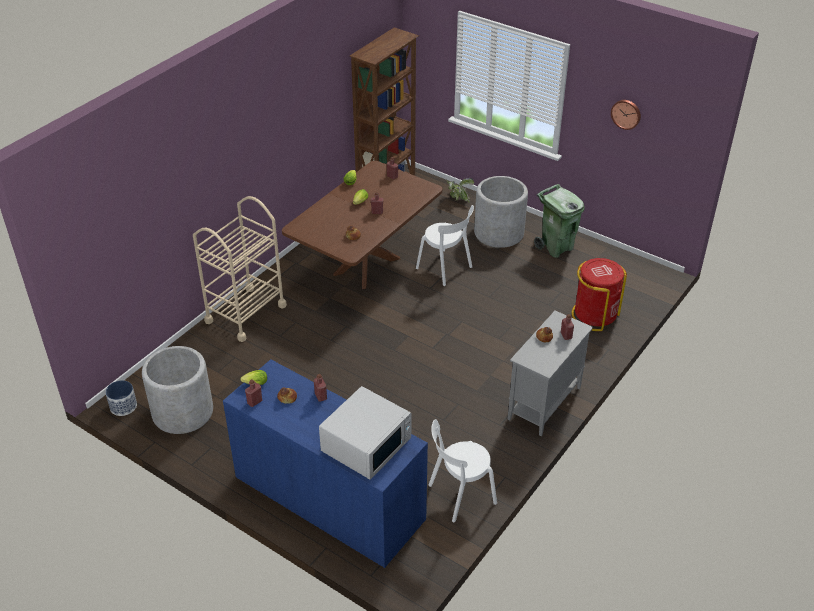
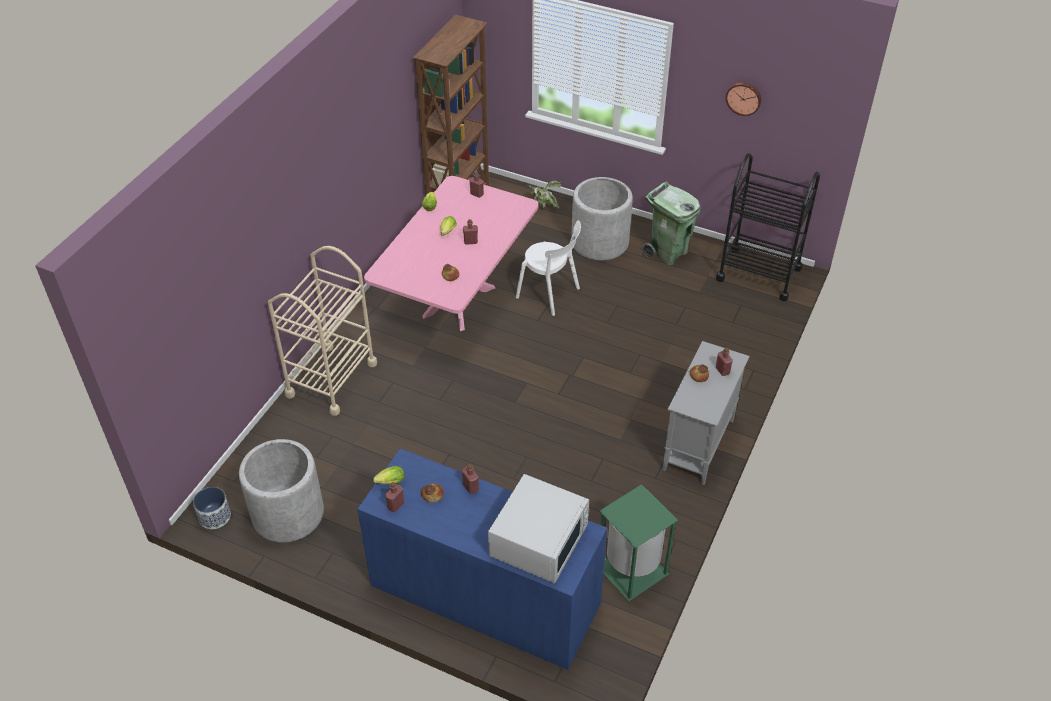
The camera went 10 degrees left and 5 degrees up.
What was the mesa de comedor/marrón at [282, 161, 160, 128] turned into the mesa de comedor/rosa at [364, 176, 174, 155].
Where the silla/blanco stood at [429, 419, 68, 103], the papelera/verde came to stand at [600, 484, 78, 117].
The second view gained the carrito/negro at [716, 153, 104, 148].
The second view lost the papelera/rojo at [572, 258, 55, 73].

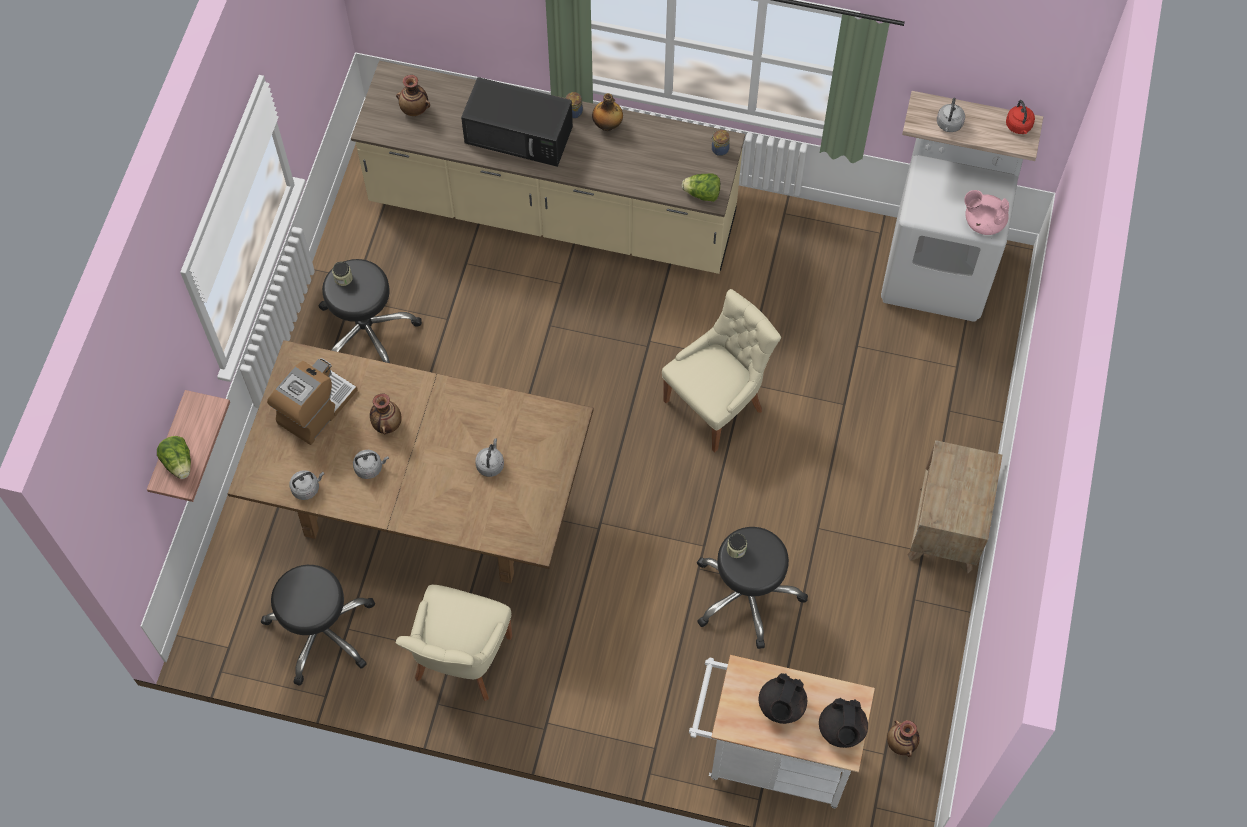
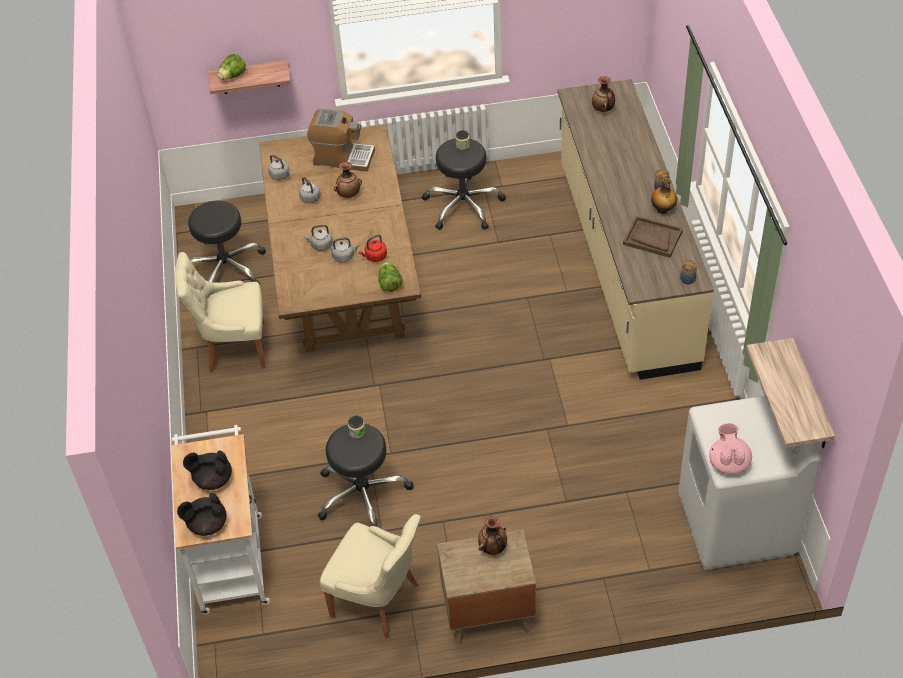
The camera went 70 degrees right and 15 degrees down.
The hervidor/gris ended up elsewhere, having gone from [937, 98, 28, 34] to [303, 225, 30, 26].
The silla/beis ended up elsewhere, having gone from [662, 289, 119, 163] to [320, 514, 101, 124].
The hervidor/rojo ended up elsewhere, having gone from [1006, 100, 29, 34] to [359, 235, 28, 27].
The lechuga ended up elsewhere, having gone from [682, 173, 38, 29] to [378, 262, 24, 30].
The florero ended up elsewhere, having gone from [887, 720, 32, 37] to [478, 515, 29, 40].
The second view gained the bandeja/marrón at [623, 216, 60, 42].
The second view lost the microondas/negro at [461, 77, 112, 90].

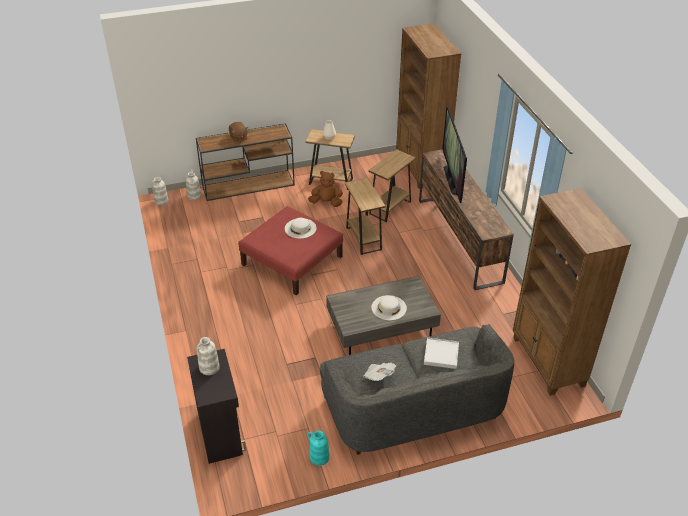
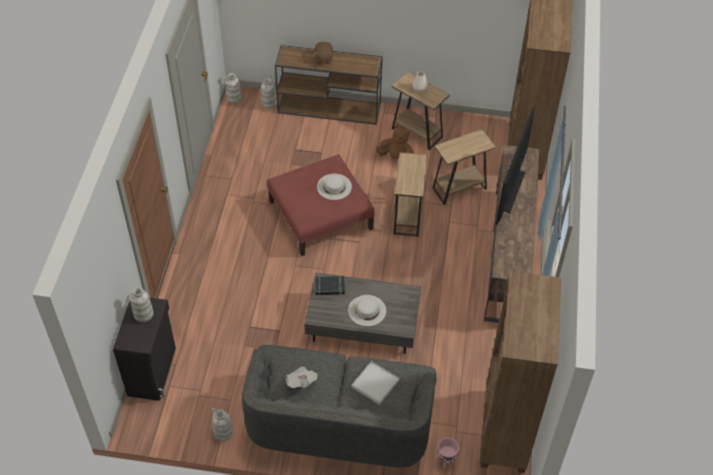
The camera went 25 degrees right and 10 degrees up.
What was the florero/turquesa at [307, 430, 22, 36] turned into the florero/blanco at [211, 408, 22, 33].
The second view gained the libro/negro at [315, 276, 30, 19].
The second view gained the maceta/rosa at [438, 438, 21, 31].

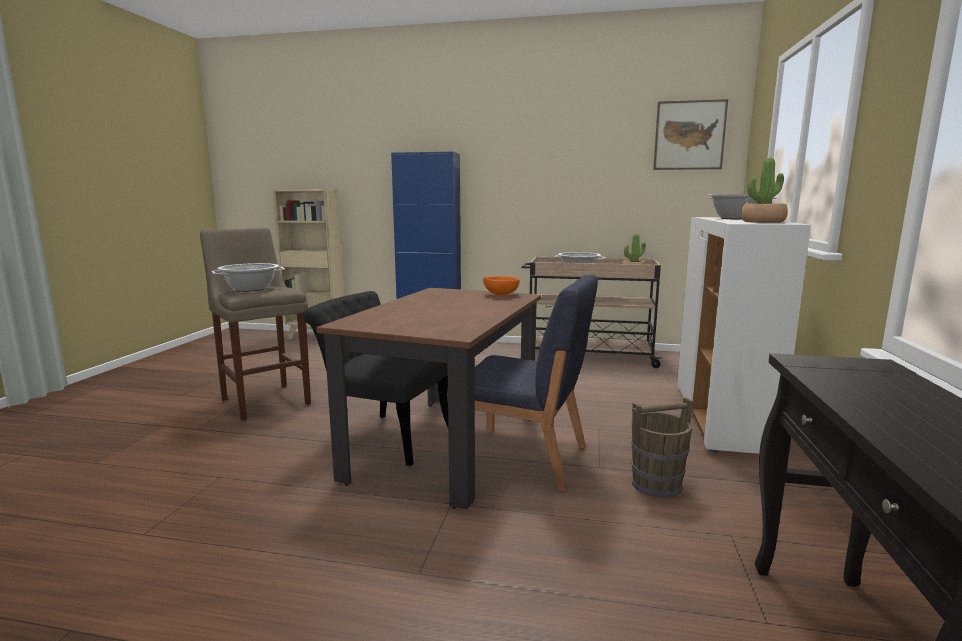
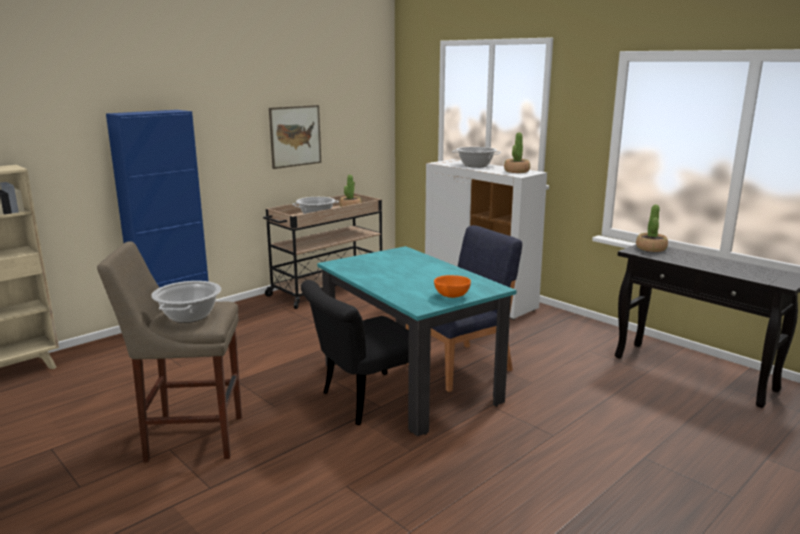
The camera went 55 degrees left and 5 degrees up.
The cuadro ended up elsewhere, having gone from [653, 99, 75, 71] to [269, 105, 52, 64].
What was the mesa de comedor/marrón at [316, 288, 225, 221] turned into the mesa de comedor/turquesa at [317, 246, 200, 191].
The cuenco/naranja ended up elsewhere, having gone from [483, 276, 37, 19] to [434, 275, 37, 23].
The second view gained the planta en maceta at [636, 205, 32, 47].
The second view lost the cubo/marrón at [631, 397, 62, 101].

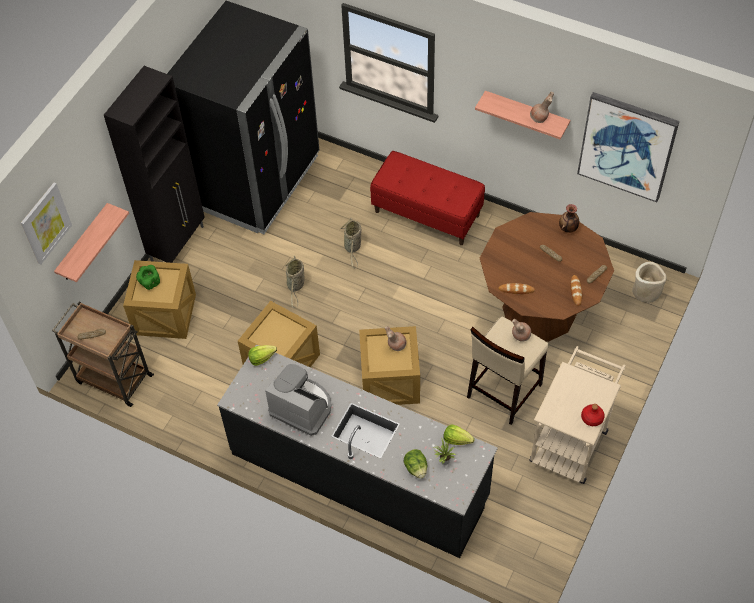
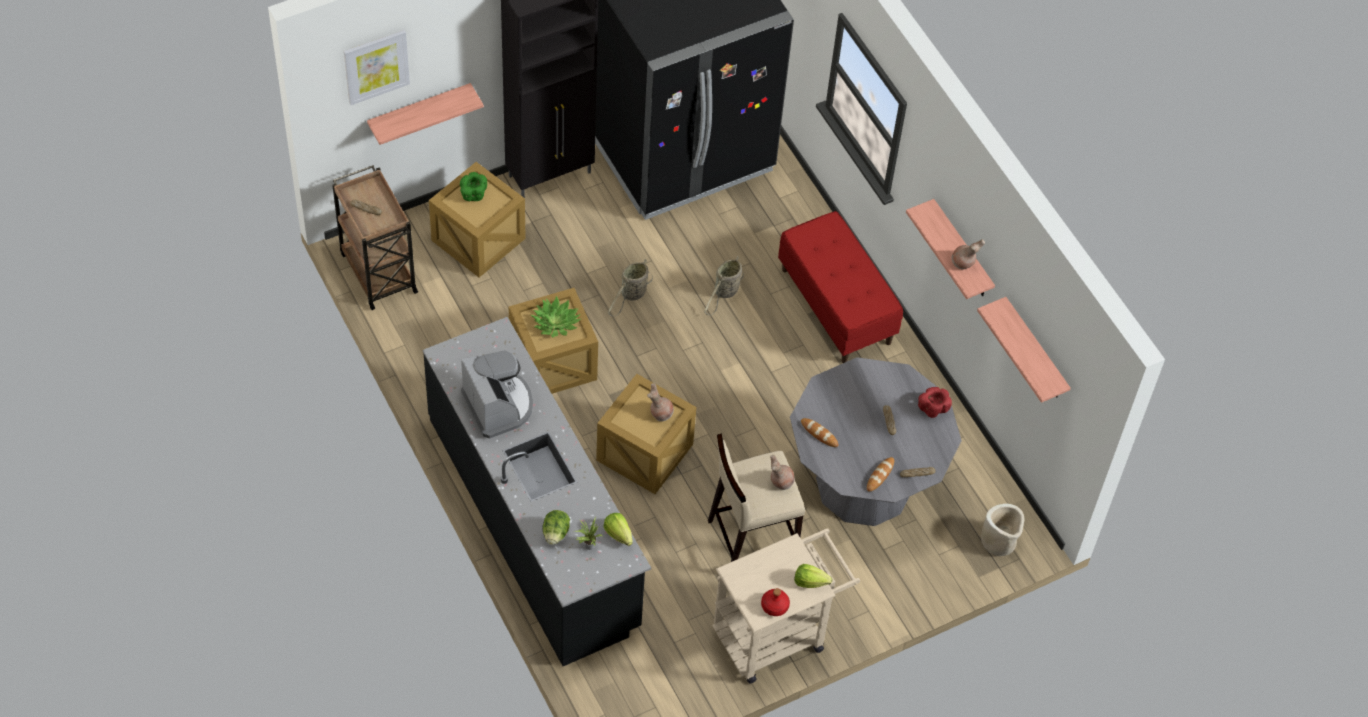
The camera went 30 degrees right and 0 degrees up.
The second view gained the planta en maceta at [531, 296, 50, 42].
What was the mesa de comedor/marrón at [480, 212, 134, 130] turned into the mesa de comedor/gris at [790, 357, 172, 169].
The lechuga ended up elsewhere, having gone from [248, 345, 29, 21] to [794, 564, 38, 24].
Where the florero stood at [559, 204, 20, 29], the cuenco/rojo came to stand at [918, 387, 34, 31].
Where the cuadro hung at [577, 92, 102, 110], the estante came to hang at [977, 297, 94, 106].

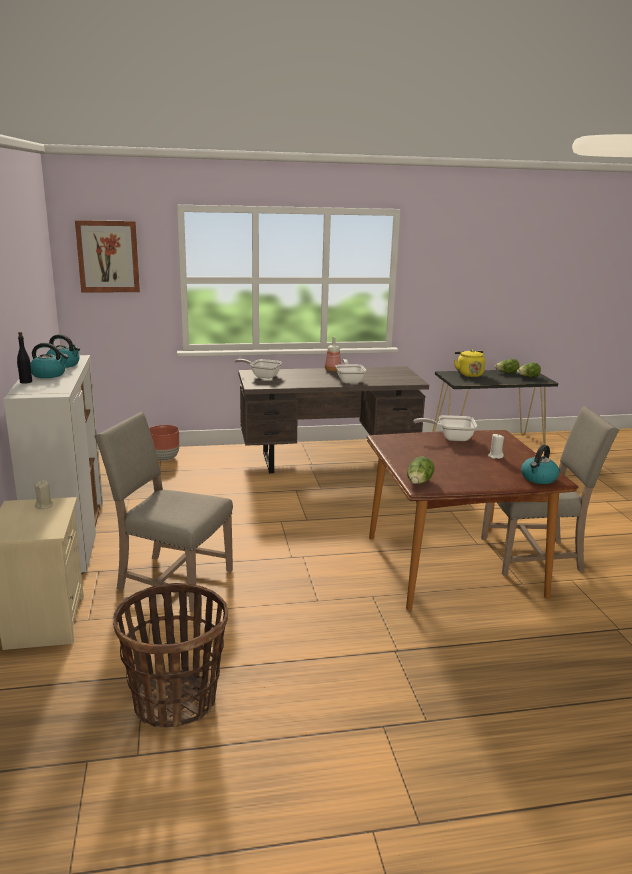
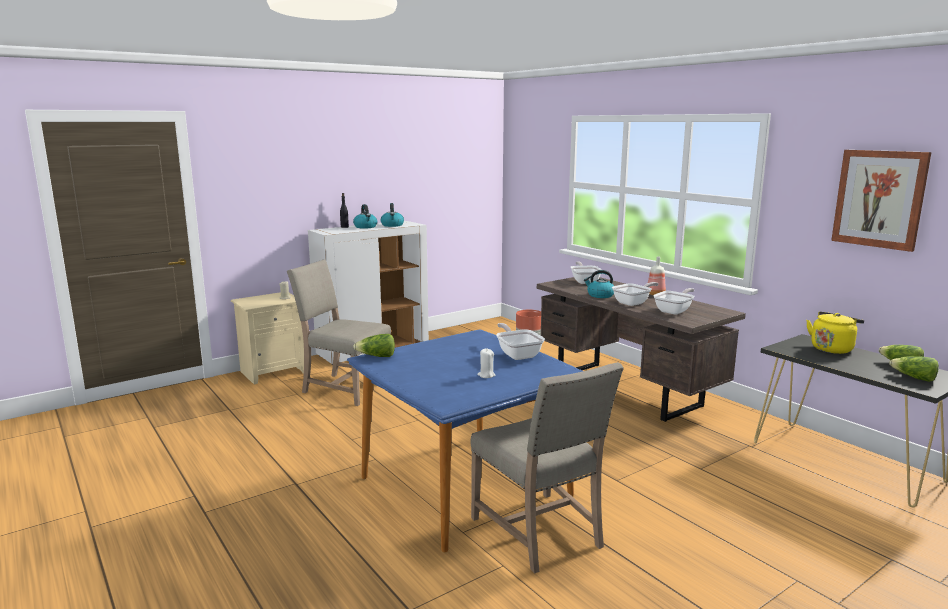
The camera went 65 degrees right and 5 degrees down.
The silla/beis at [94, 412, 139, 201] ended up facing another way, 60 degrees counterclockwise from before.
What was the mesa de comedor/marrón at [367, 430, 212, 181] turned into the mesa de comedor/azul at [347, 329, 236, 223].
The hervidor ended up elsewhere, having gone from [521, 445, 39, 39] to [584, 270, 30, 28].
The second view gained the sartén at [653, 288, 42, 27].
The cuadro ended up elsewhere, having gone from [75, 220, 65, 72] to [831, 150, 101, 102].
The second view lost the cesta at [113, 583, 115, 145].

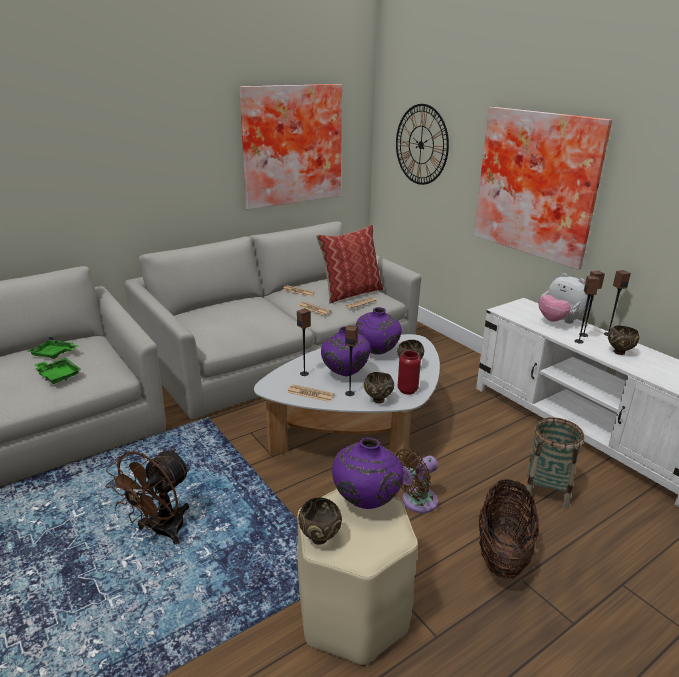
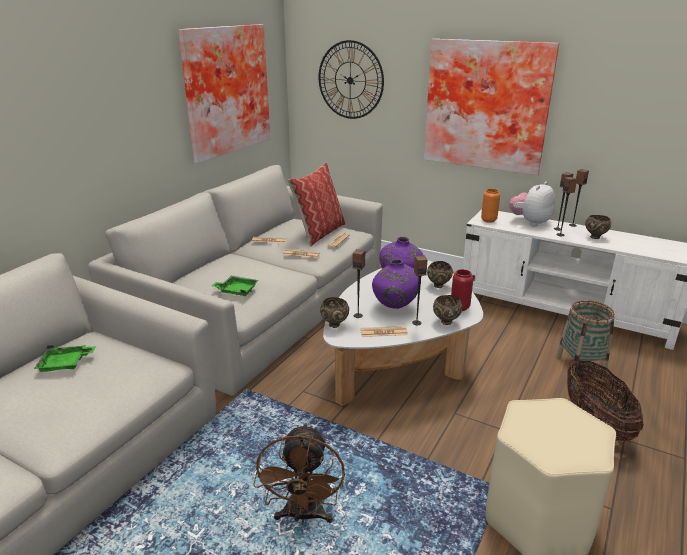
The camera went 25 degrees left and 0 degrees up.
The bandeja/verde ended up elsewhere, having gone from [35, 358, 46, 26] to [212, 276, 46, 20].
The cuenco/marrón ended up elsewhere, having gone from [298, 497, 44, 48] to [320, 297, 29, 31].
The second view gained the florero/naranja at [481, 188, 19, 35].
The peluche at [539, 273, 52, 51] ended up facing another way, 105 degrees clockwise from before.
The second view lost the florero/morado at [332, 437, 71, 72].
The second view lost the ventilador/marrón at [396, 449, 42, 64].

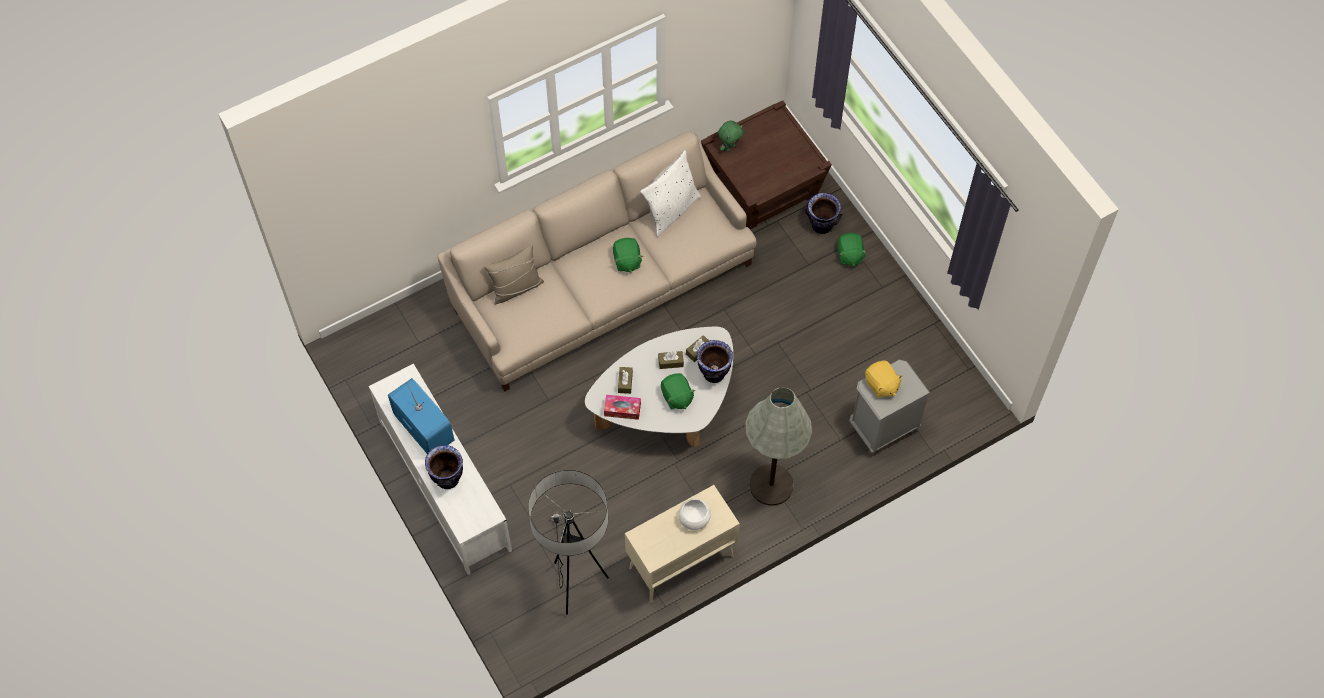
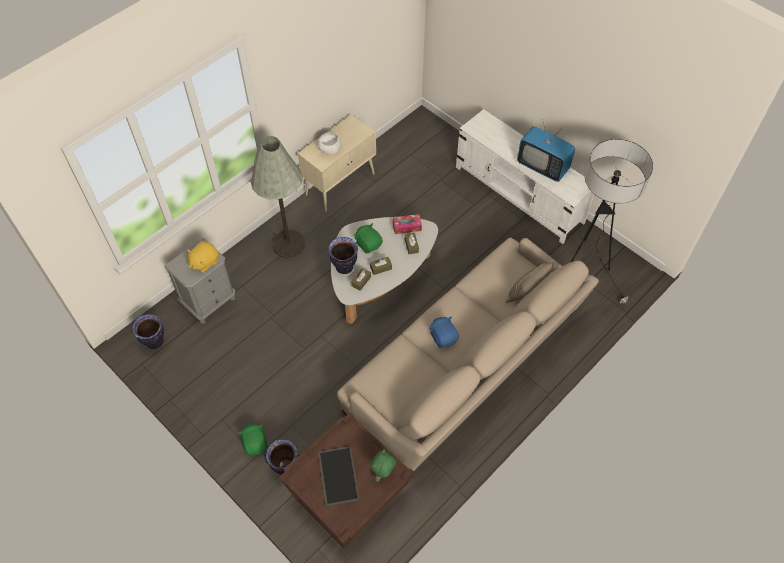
The camera went 165 degrees right and 5 degrees down.
The florero ended up elsewhere, having gone from [425, 445, 38, 44] to [132, 314, 32, 35].
The peluche/amarillo at [865, 360, 38, 38] ended up facing another way, 90 degrees counterclockwise from before.
The second view gained the bandeja at [318, 446, 42, 61].
What was the peluche/verde at [613, 238, 30, 35] turned into the peluche/azul at [429, 316, 30, 32].
The lámpara de pie ended up elsewhere, having gone from [528, 470, 81, 145] to [571, 139, 82, 165].
The second view lost the cojín/blanco at [640, 150, 61, 87].

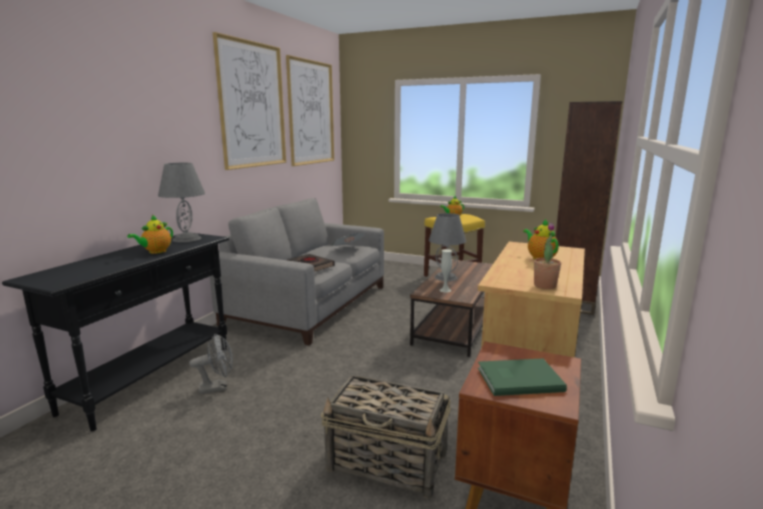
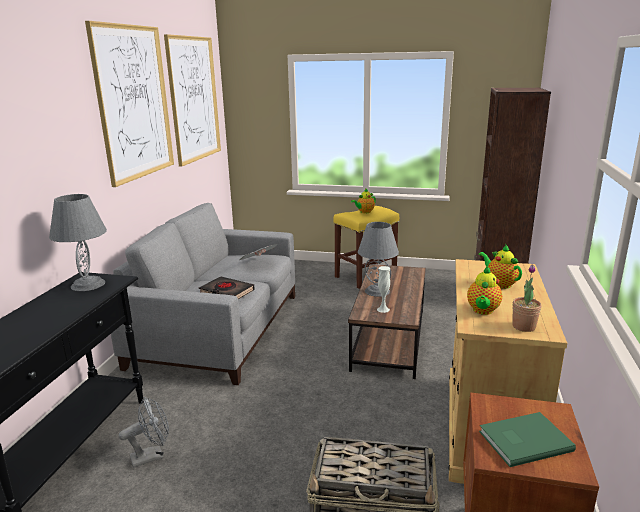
The camera went 10 degrees left and 5 degrees up.
The tetera ended up elsewhere, having gone from [127, 215, 46, 39] to [467, 266, 35, 49].

